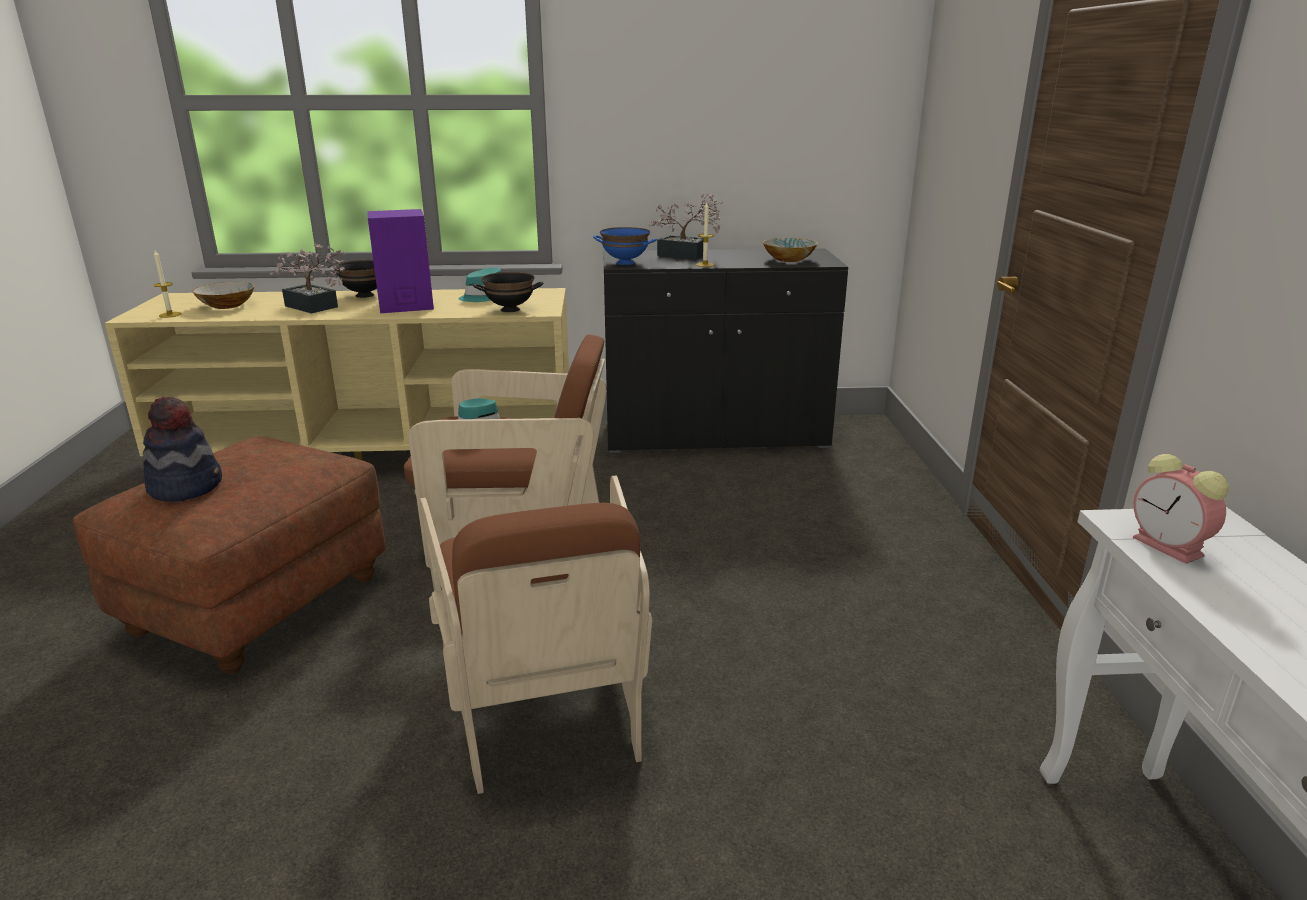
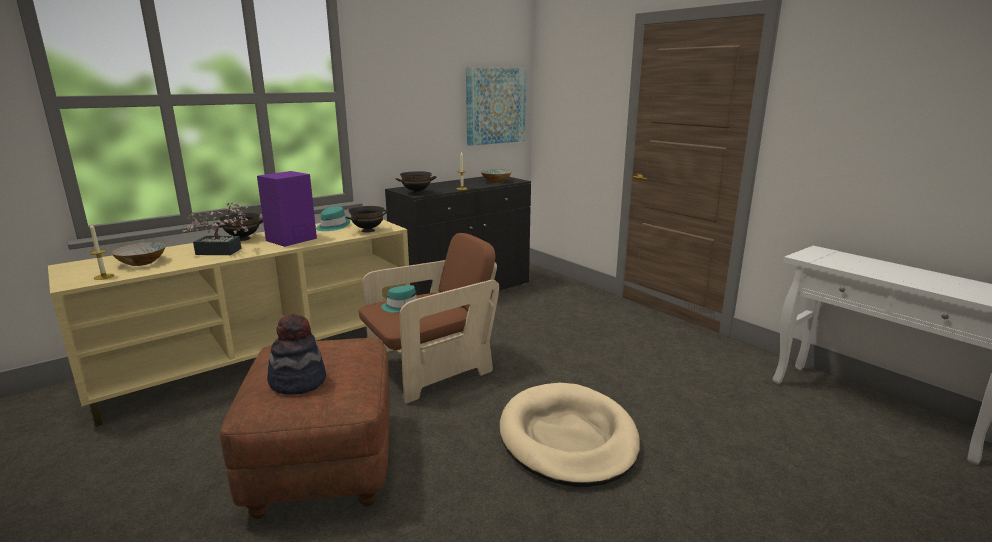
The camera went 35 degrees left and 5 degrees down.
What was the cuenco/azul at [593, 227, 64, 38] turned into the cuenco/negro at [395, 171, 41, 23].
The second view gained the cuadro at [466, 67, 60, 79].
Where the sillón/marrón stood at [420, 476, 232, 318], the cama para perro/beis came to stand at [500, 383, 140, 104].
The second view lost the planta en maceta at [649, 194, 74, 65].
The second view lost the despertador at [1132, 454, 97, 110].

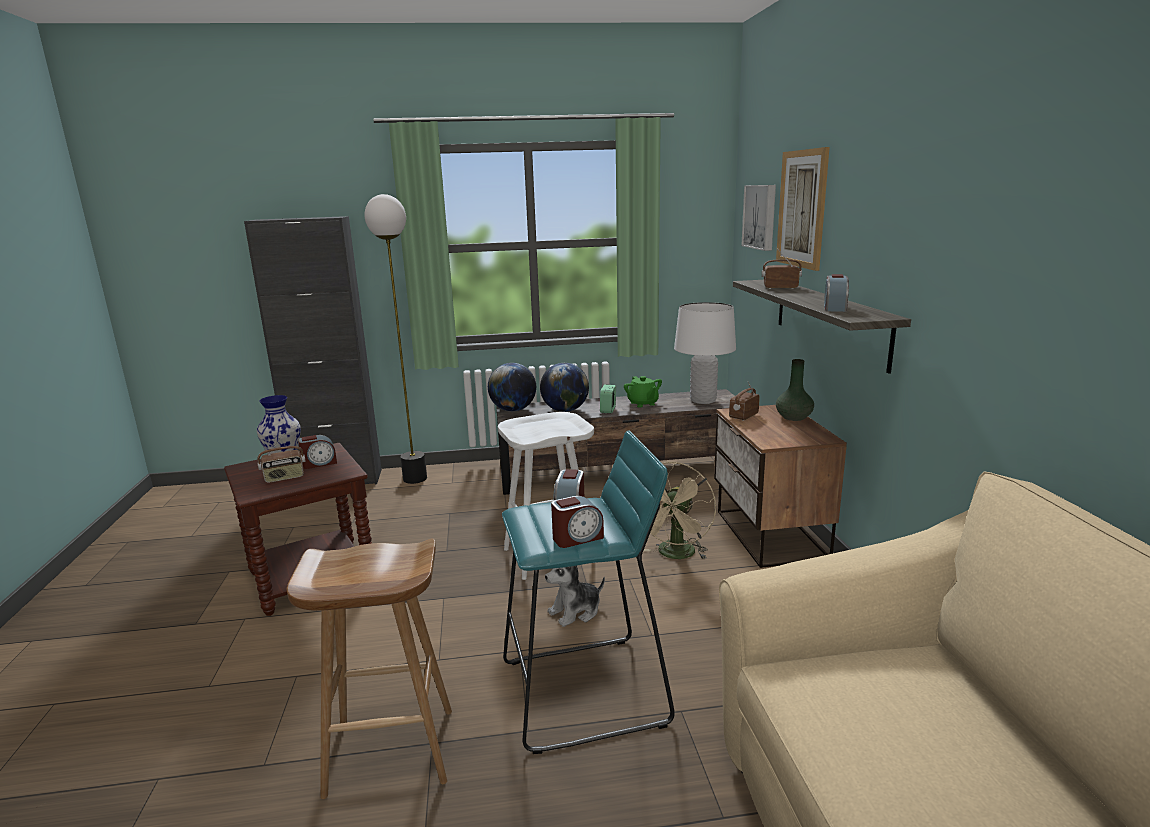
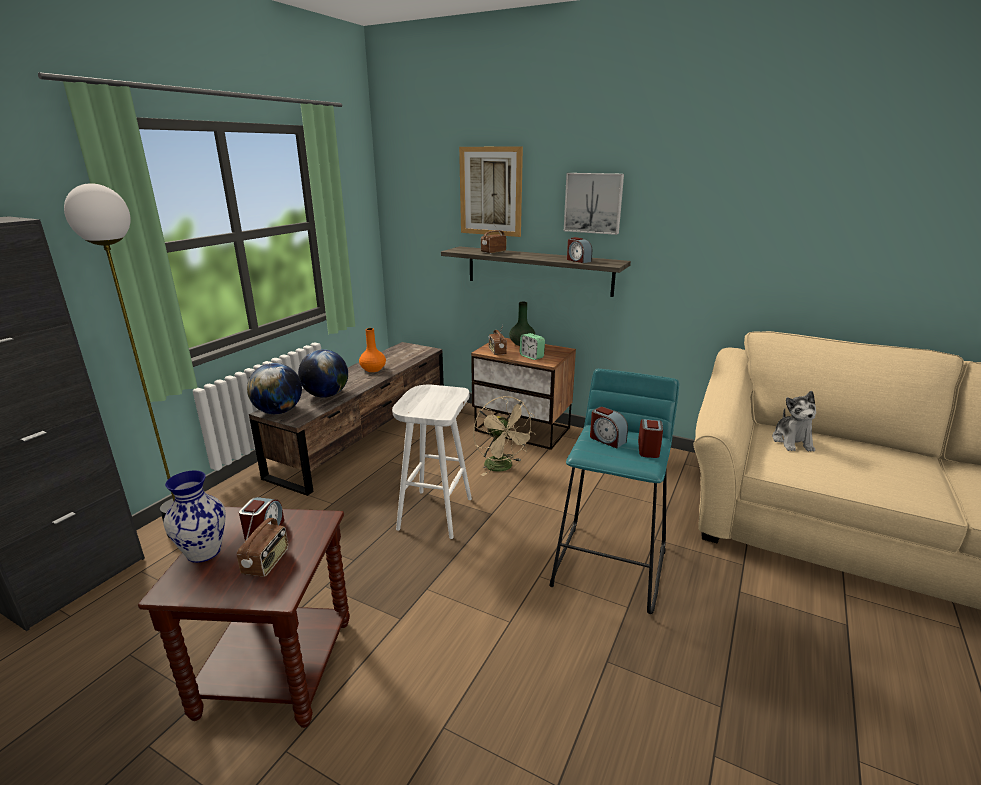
The camera went 55 degrees left and 5 degrees up.
Where the tetera/verde stood at [624, 376, 38, 32], the florero/naranja came to stand at [359, 328, 27, 44].
The despertador ended up elsewhere, having gone from [600, 384, 16, 29] to [520, 333, 25, 27].
The cuadro ended up elsewhere, having gone from [741, 185, 35, 66] to [564, 173, 60, 62].
The peluche ended up elsewhere, having gone from [545, 566, 60, 61] to [772, 391, 44, 61].
The second view lost the taburete/marrón at [286, 538, 166, 261].
The second view lost the lámpara de mesa/blanco at [674, 302, 62, 102].

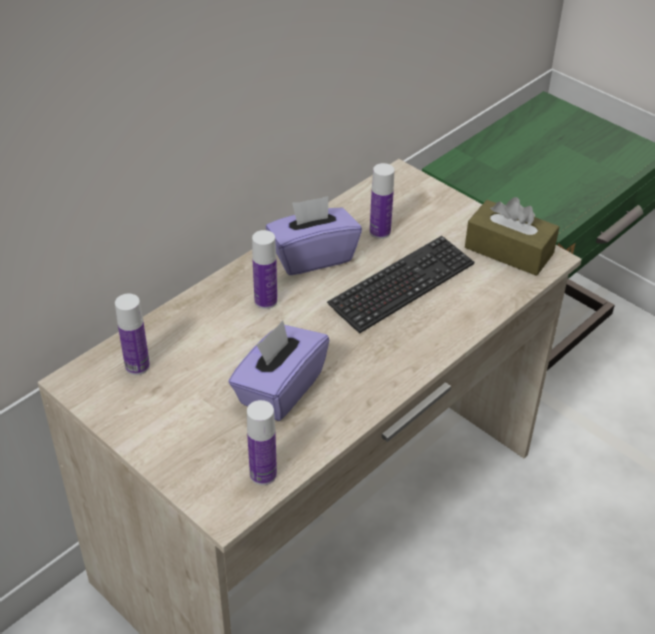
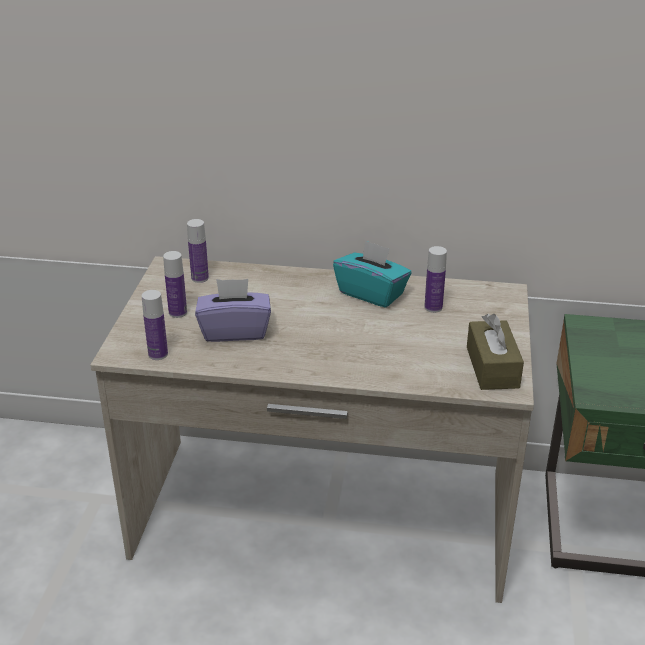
The camera went 55 degrees right and 10 degrees down.
The botella ended up elsewhere, having gone from [252, 230, 25, 79] to [163, 251, 24, 67].
What was the caja de pañuelos/morado at [266, 196, 96, 79] turned into the caja de pañuelos/turquesa at [333, 240, 78, 68].
The second view lost the teclado at [327, 236, 147, 98].

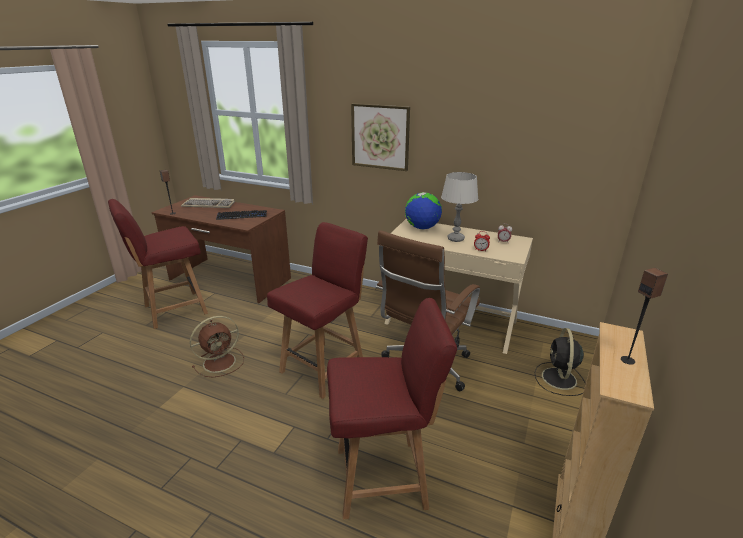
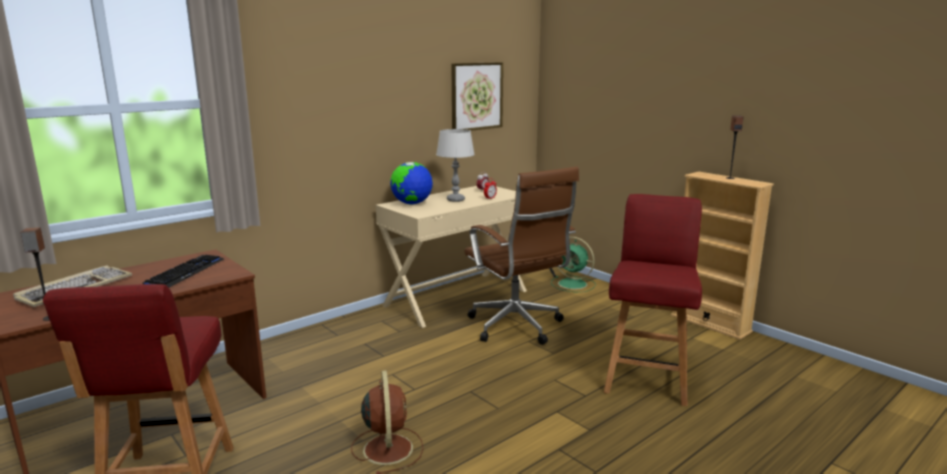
The camera went 65 degrees left and 10 degrees down.
The cuadro ended up elsewhere, having gone from [351, 103, 59, 68] to [451, 62, 52, 69].
What was the ventilador/negro at [535, 328, 51, 68] turned into the ventilador/verde at [551, 237, 45, 55].
The second view lost the silla/rojo at [267, 222, 101, 177].

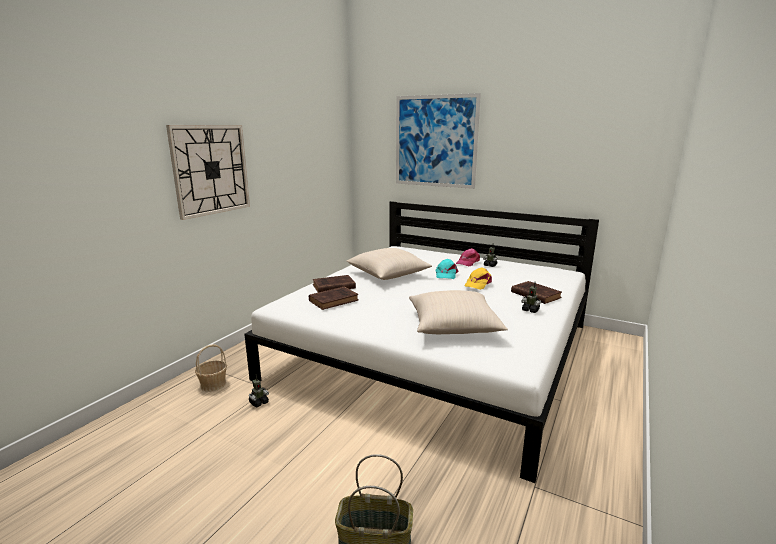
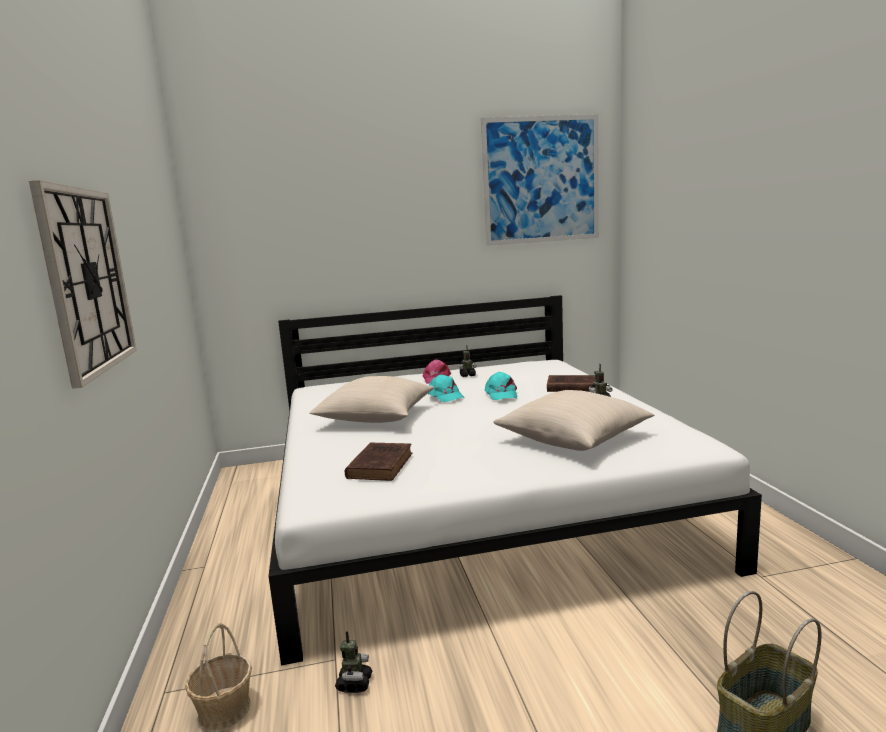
The camera went 40 degrees left and 5 degrees down.
The cuadro ended up elsewhere, having gone from [396, 93, 85, 96] to [481, 114, 118, 132].
What was the gorra/amarillo at [465, 268, 27, 22] turned into the gorra/turquesa at [484, 372, 33, 28].
The second view lost the libro/marrón at [313, 275, 43, 17].

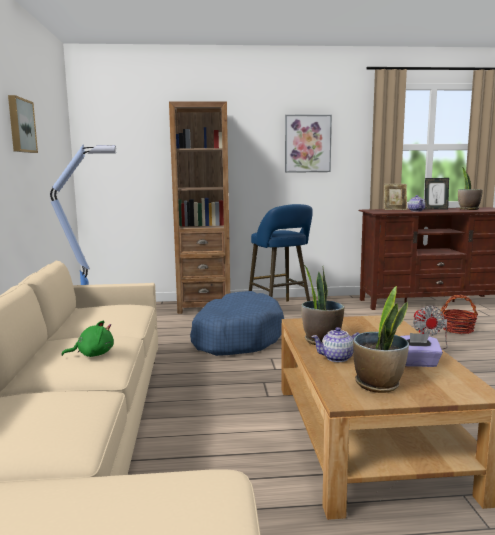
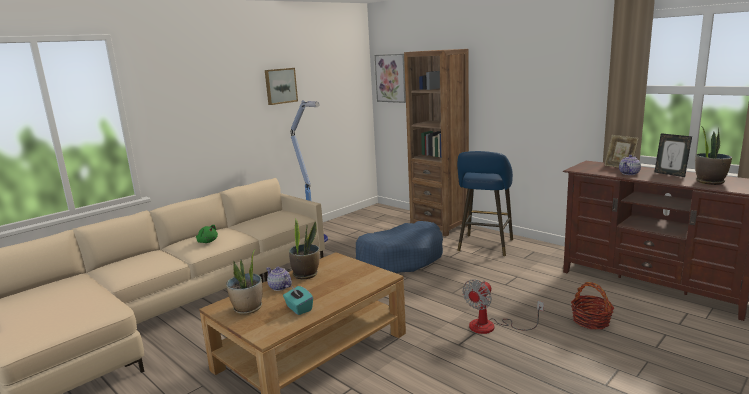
The camera went 50 degrees right and 5 degrees up.
What was the caja de pañuelos/morado at [400, 333, 43, 34] turned into the caja de pañuelos/turquesa at [283, 286, 30, 29].
The cuadro ended up elsewhere, having gone from [285, 115, 47, 58] to [375, 54, 31, 49].

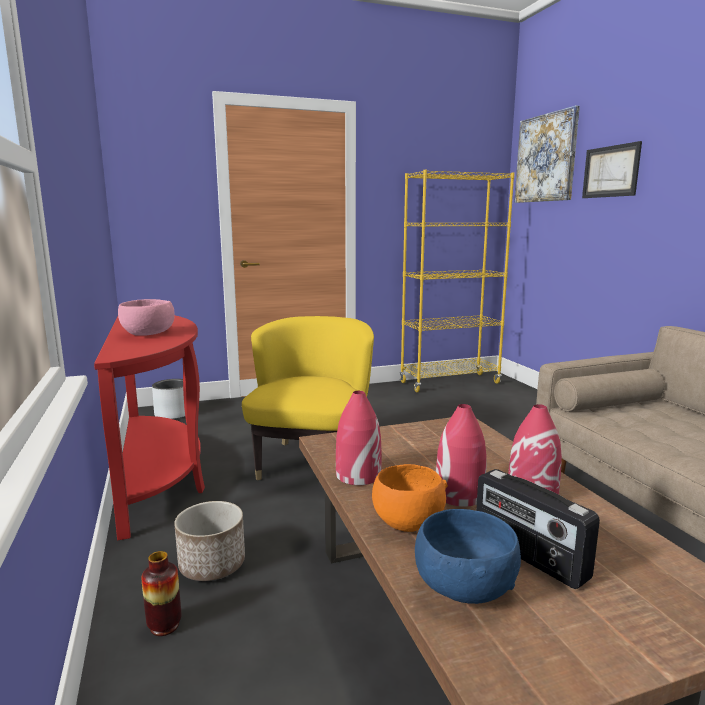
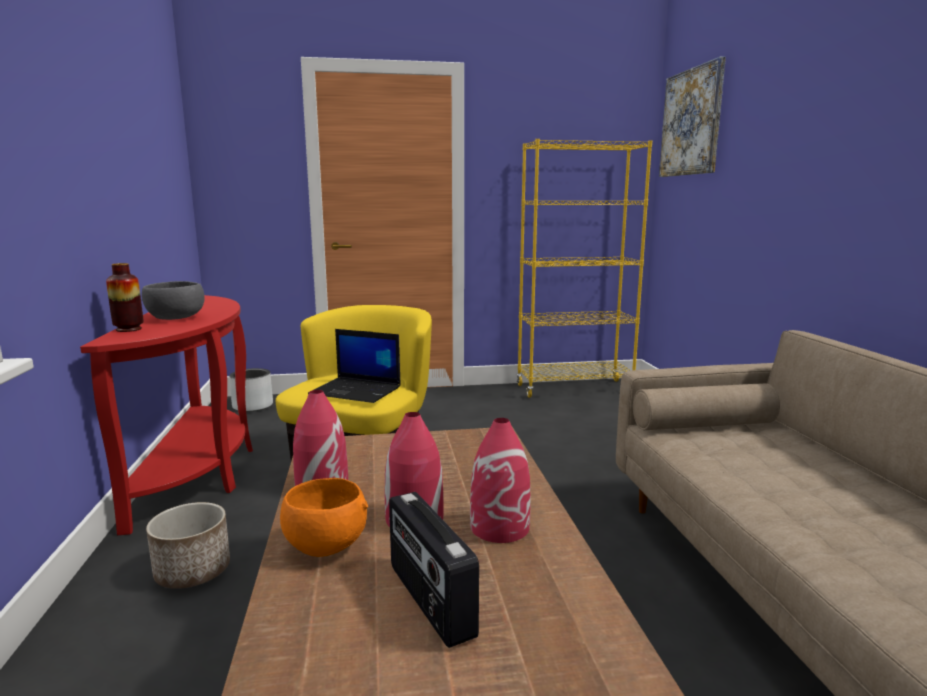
The camera went 10 degrees right and 0 degrees up.
The florero ended up elsewhere, having gone from [141, 551, 40, 85] to [106, 263, 38, 69].
What was the cuenco/rosa at [118, 299, 57, 37] turned into the cuenco/gris at [142, 281, 63, 39].
The second view gained the portátil at [308, 329, 93, 74].
The second view lost the cuenco/azul at [415, 509, 106, 95].
The second view lost the cuadro at [582, 141, 60, 57].

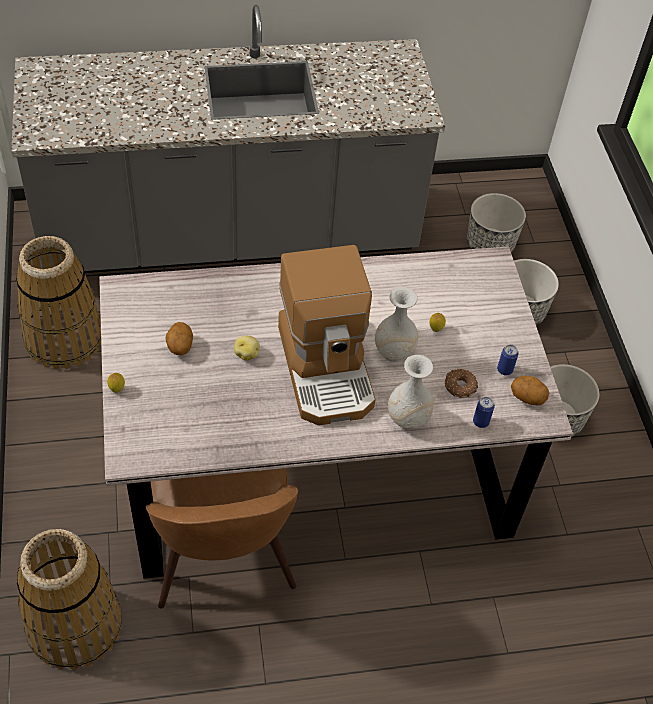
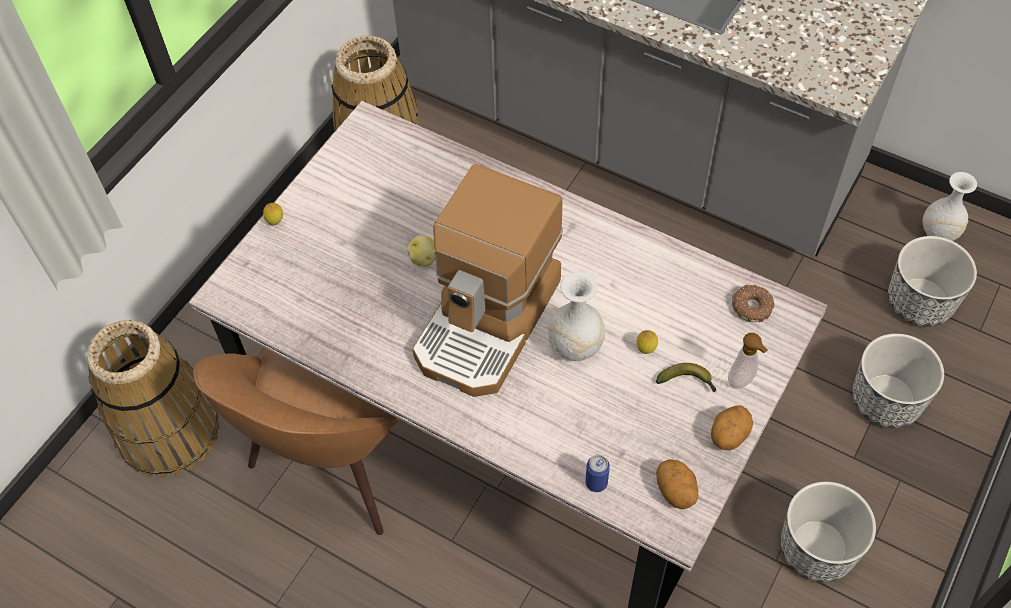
The camera went 45 degrees right and 5 degrees up.
The second view gained the plátano at [656, 363, 61, 29].
The patata ended up elsewhere, having gone from [166, 322, 27, 33] to [711, 405, 42, 45].
The second view gained the dispensador de jabón at [728, 333, 40, 55].
The rosquilla ended up elsewhere, having gone from [445, 369, 33, 29] to [732, 285, 43, 37].
The florero/blanco ended up elsewhere, having gone from [388, 355, 45, 75] to [923, 172, 54, 69].
The second view lost the lata at [497, 344, 22, 31].

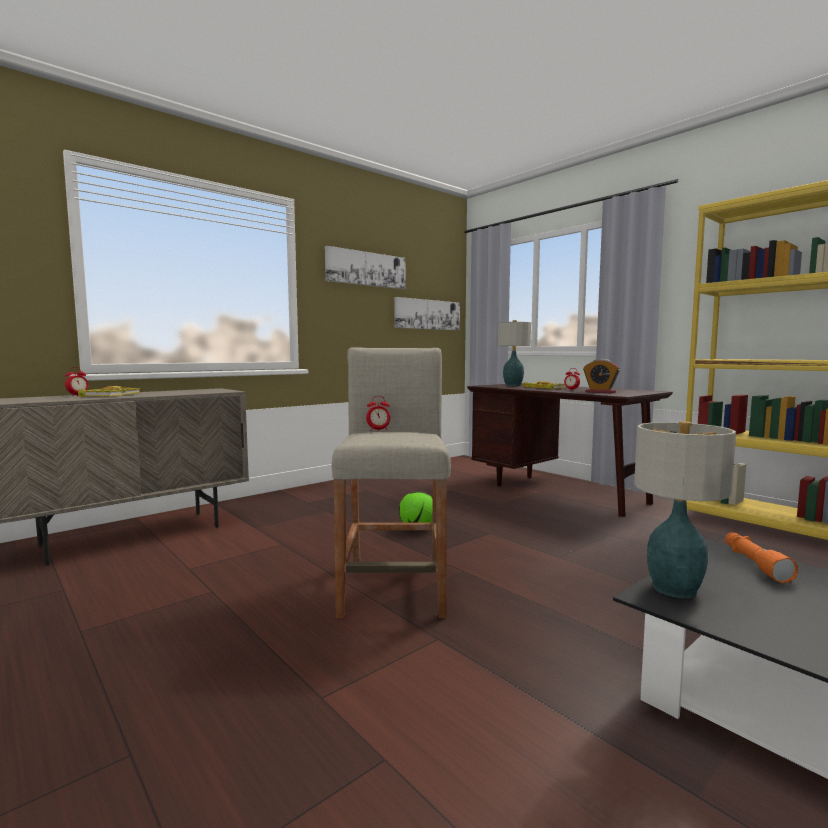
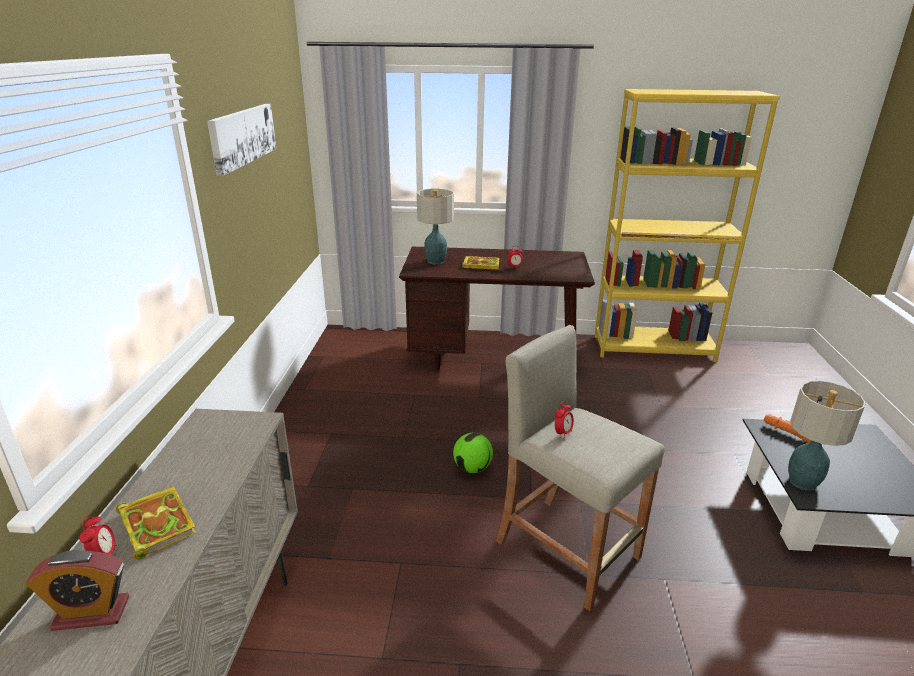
The camera went 45 degrees left and 20 degrees up.
The despertador ended up elsewhere, having gone from [583, 359, 37, 34] to [26, 550, 103, 81].
The second view lost the cuadro at [394, 297, 66, 33].

